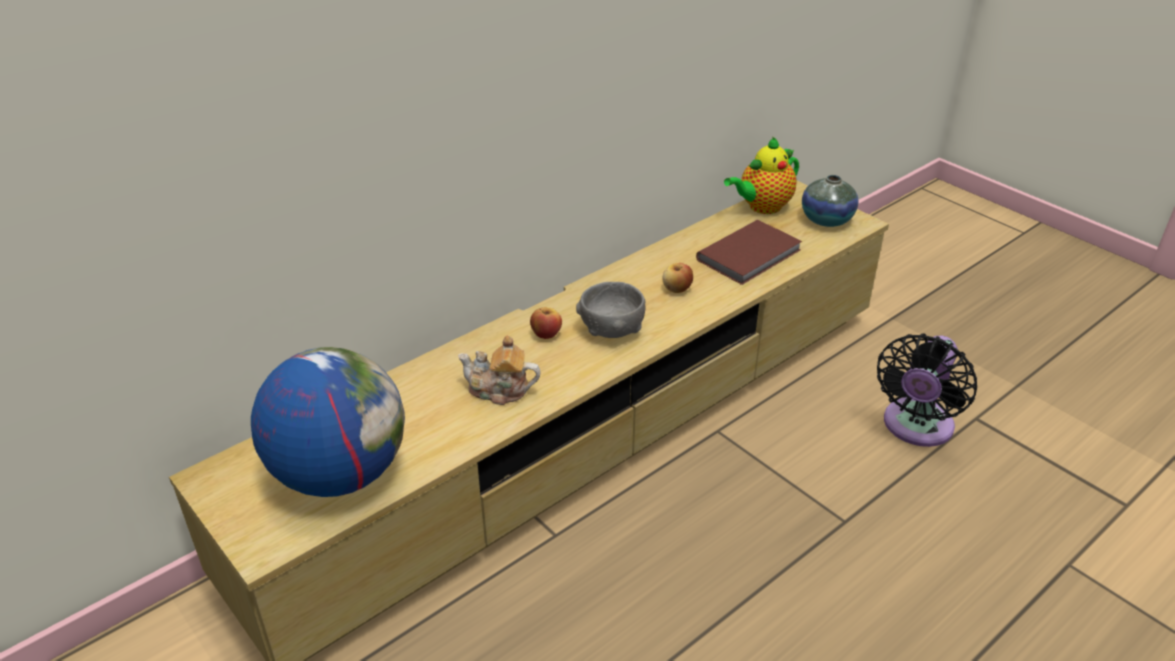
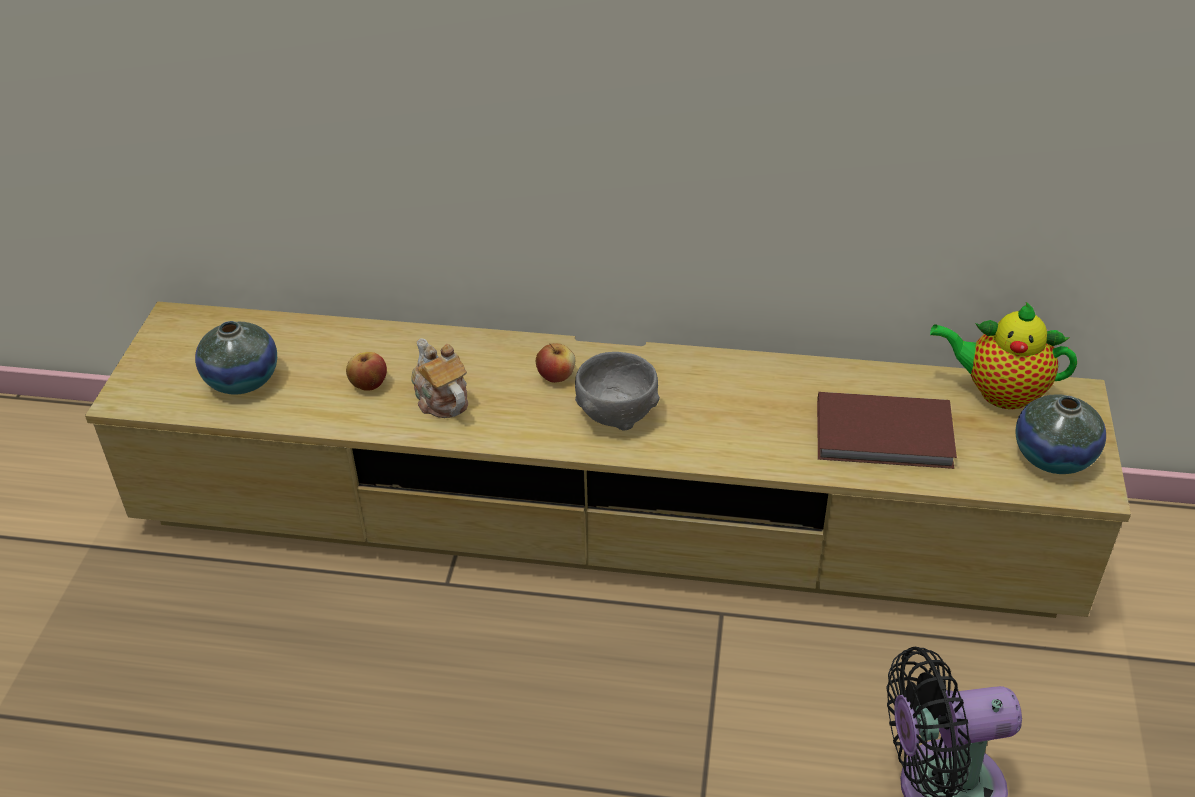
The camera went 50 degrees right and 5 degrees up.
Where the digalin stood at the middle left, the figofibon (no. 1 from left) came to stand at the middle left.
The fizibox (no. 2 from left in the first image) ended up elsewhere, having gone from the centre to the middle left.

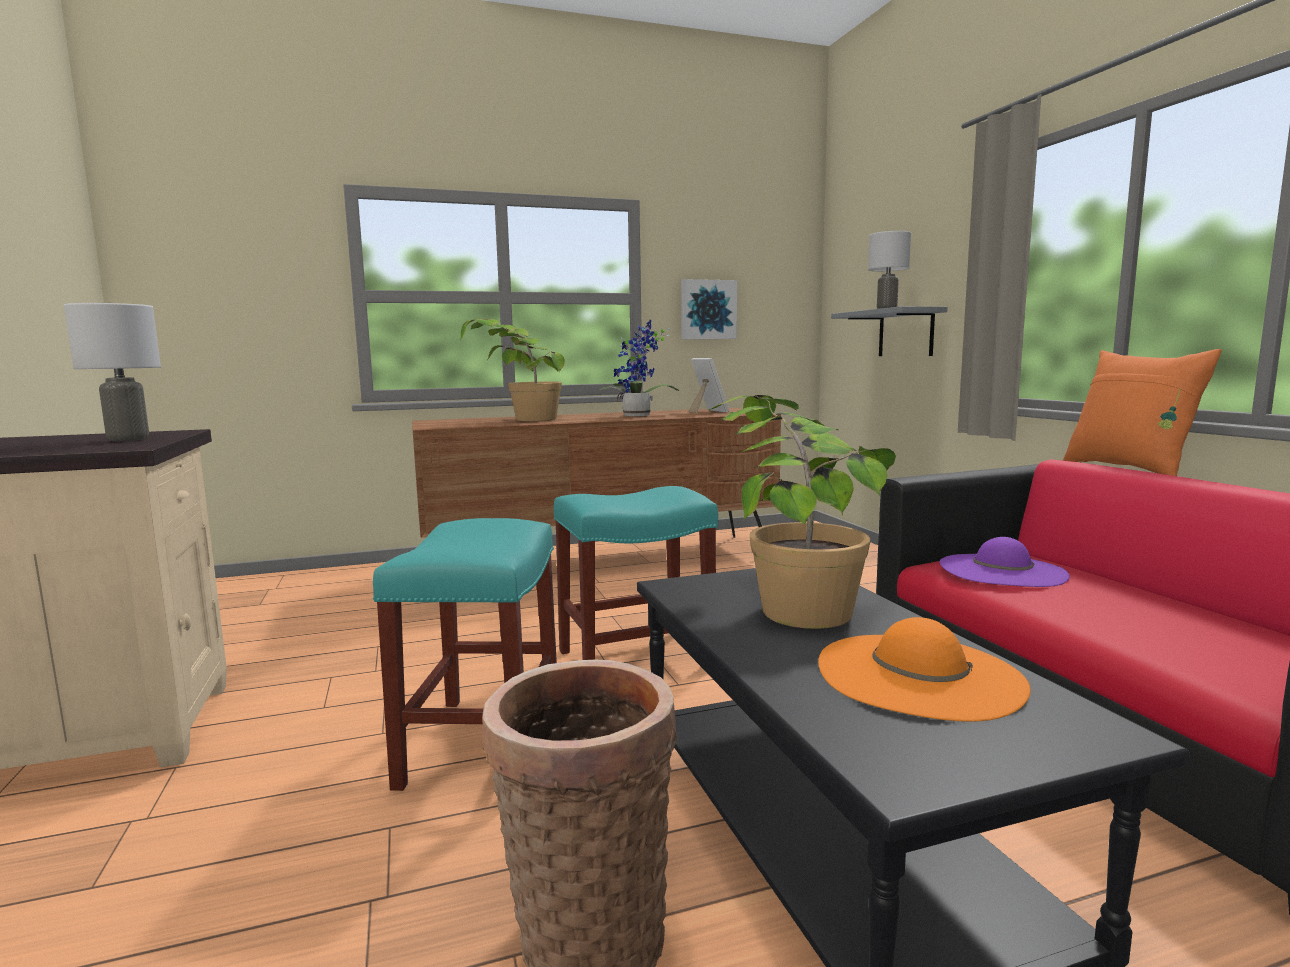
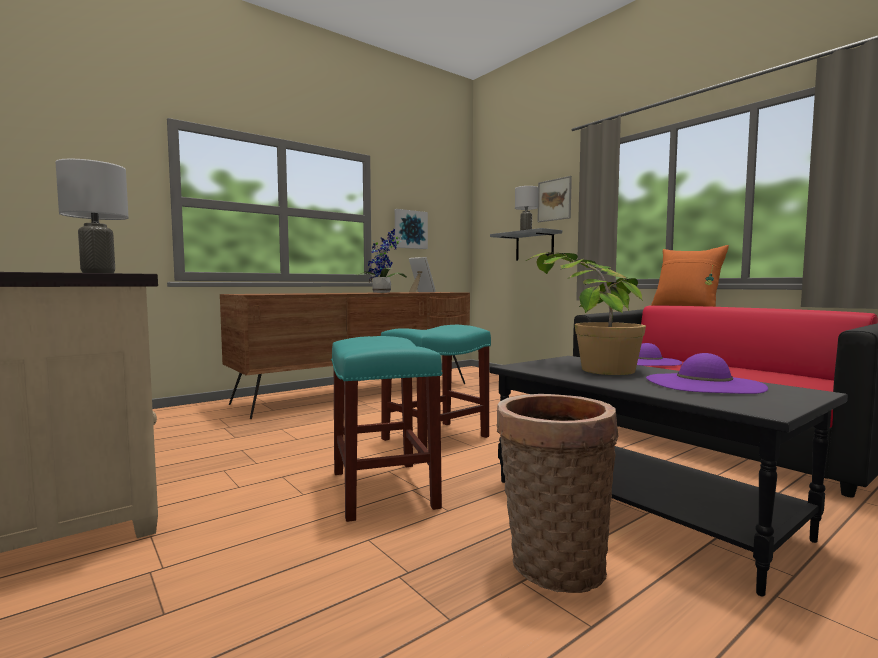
The camera went 20 degrees left and 5 degrees down.
The second view gained the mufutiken (no. 2 from left) at the top centre.
What was the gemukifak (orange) at the bottom right turned into the gemukifak (purple) (no. 2 from left) at the middle right.
The second view lost the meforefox (no. 1 from left) at the centre.

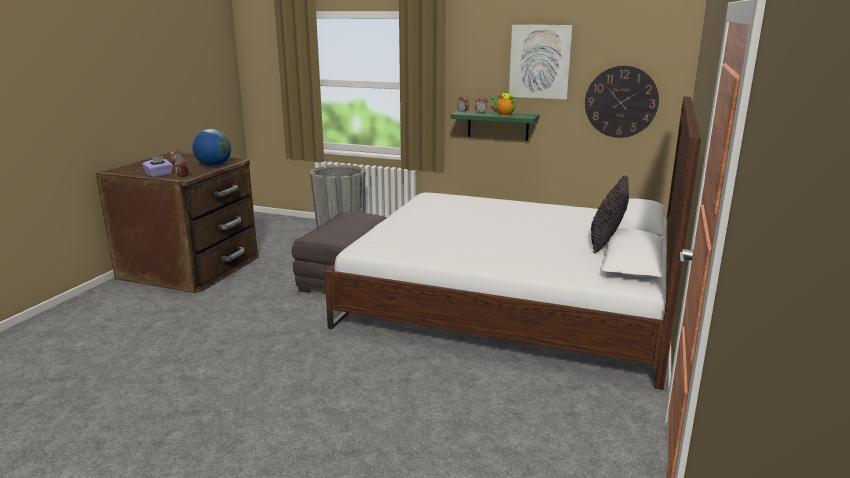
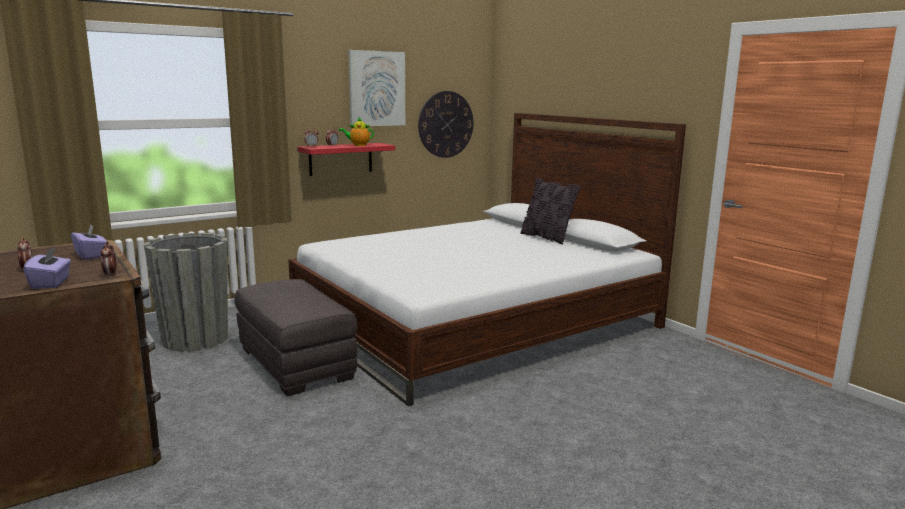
The camera went 55 degrees left and 5 degrees down.
Where the digalin stood at the top left, the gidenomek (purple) (no. 2 from left) came to stand at the middle left.
What was the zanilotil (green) at the top centre turned into the zanilotil (red) at the top centre.

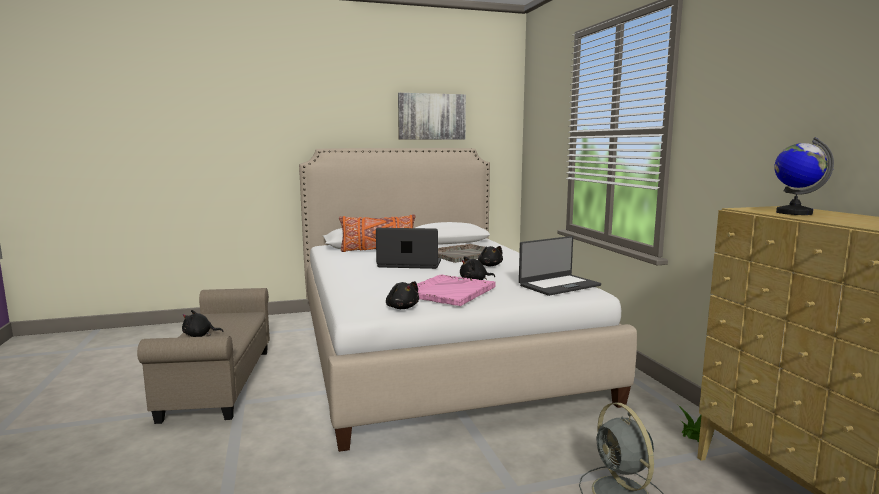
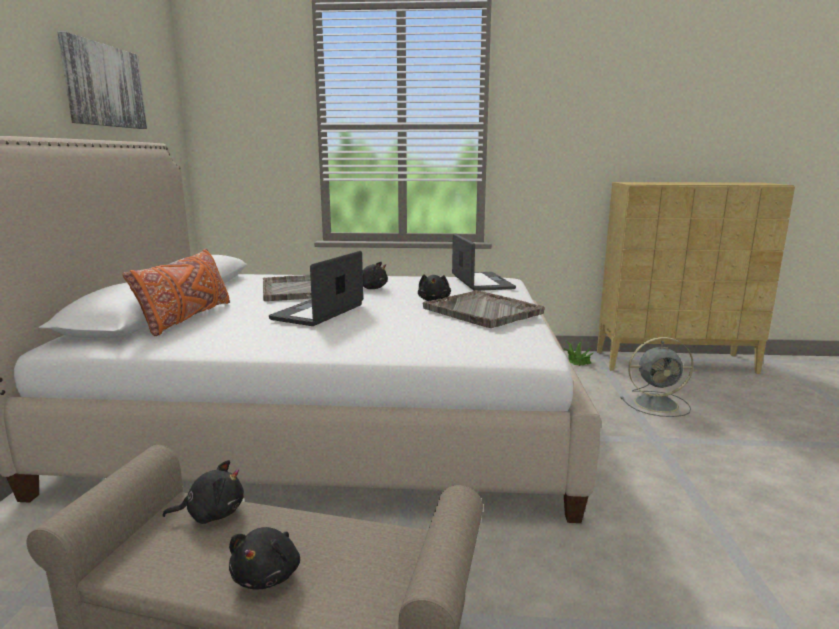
The camera went 70 degrees left and 5 degrees up.
The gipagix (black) (no. 2 from left in the first image) ended up elsewhere, having gone from the centre to the bottom left.
What was the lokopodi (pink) at the centre turned into the lokopodi (grey) (no. 2 from left) at the centre.
The second view lost the digalin at the middle right.

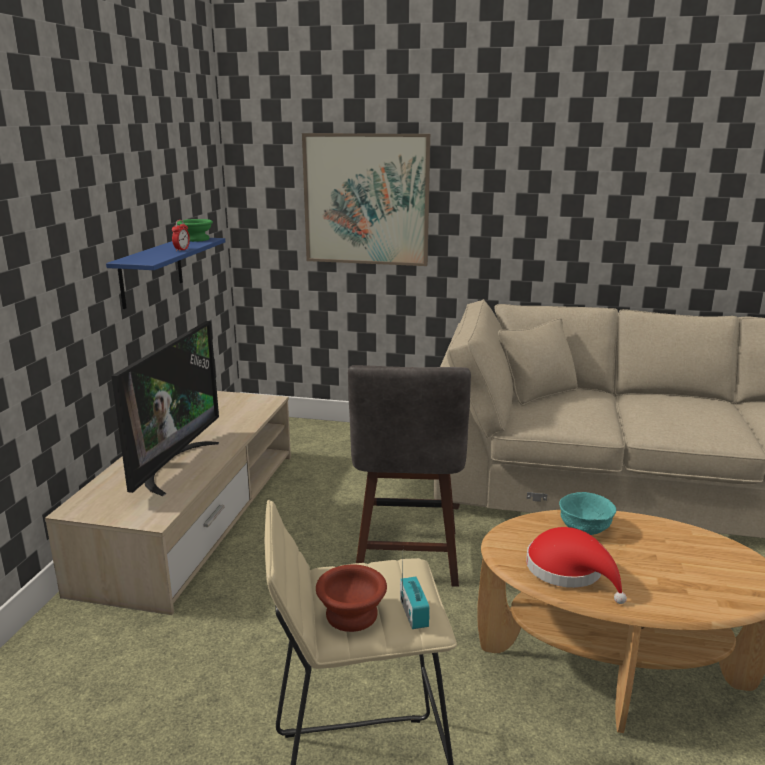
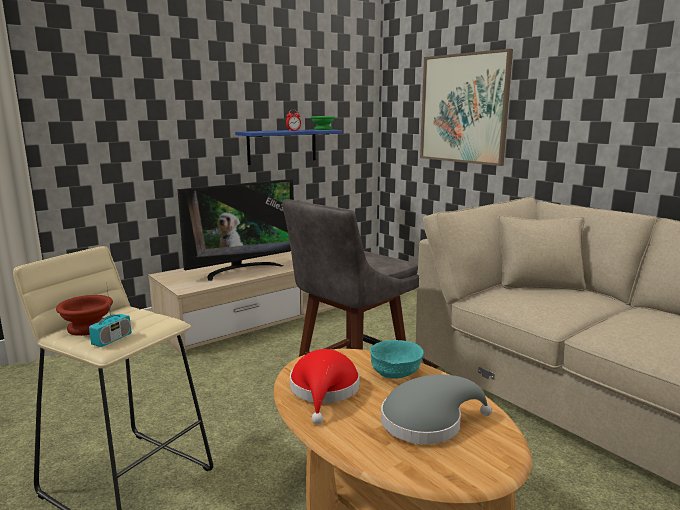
The camera went 40 degrees right and 5 degrees down.
The second view gained the gemukifak (grey) at the bottom centre.

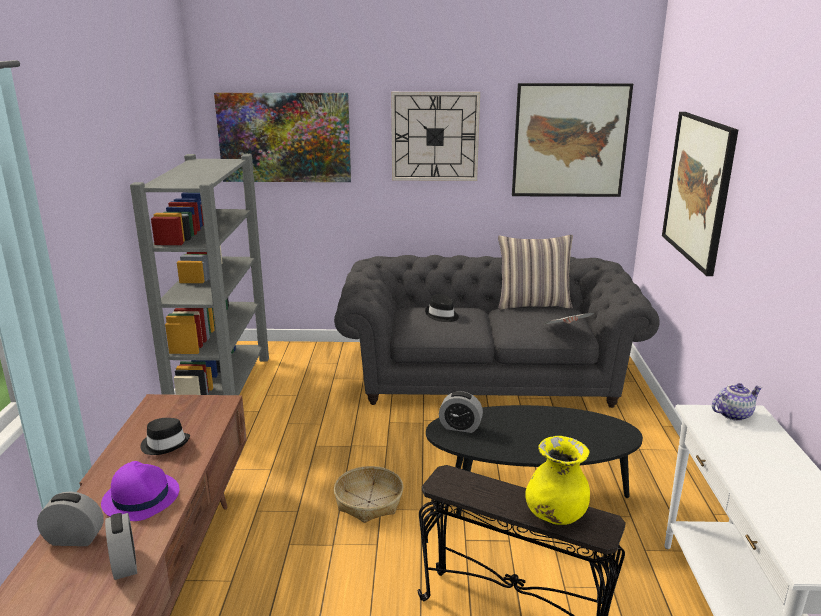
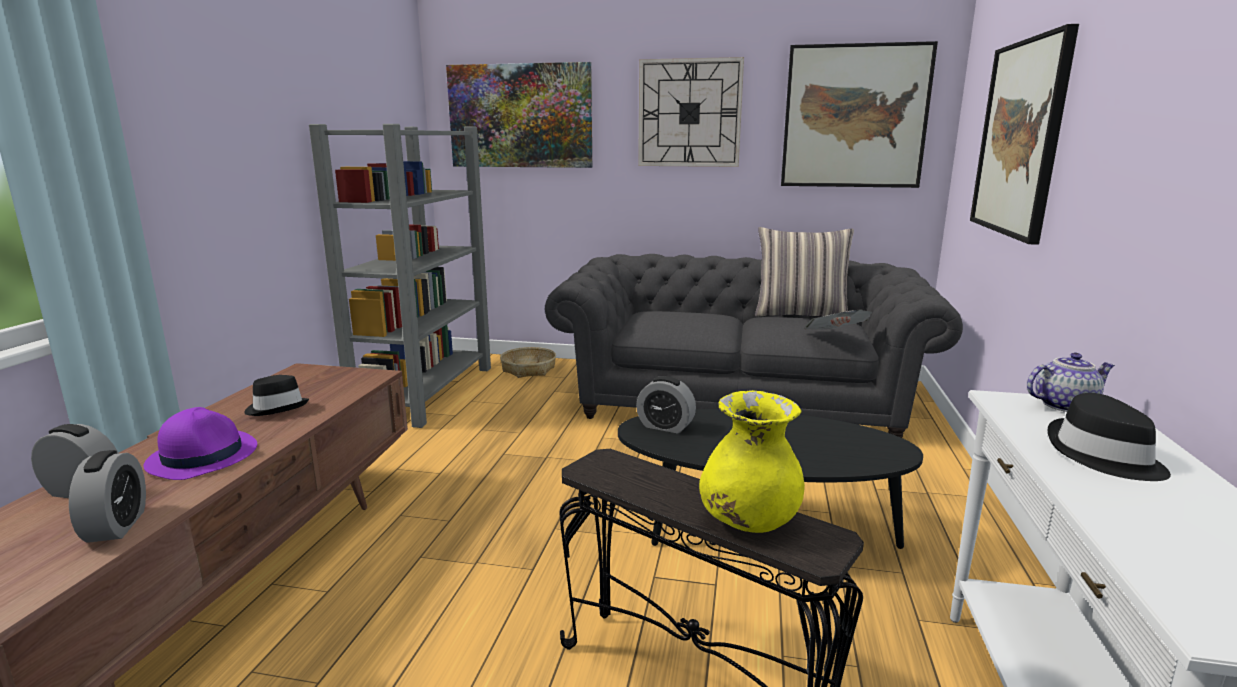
The camera went 10 degrees right and 5 degrees down.
The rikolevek ended up elsewhere, having gone from the bottom centre to the centre.
The gemukifak (black) (no. 2 from left) ended up elsewhere, having gone from the centre to the middle right.

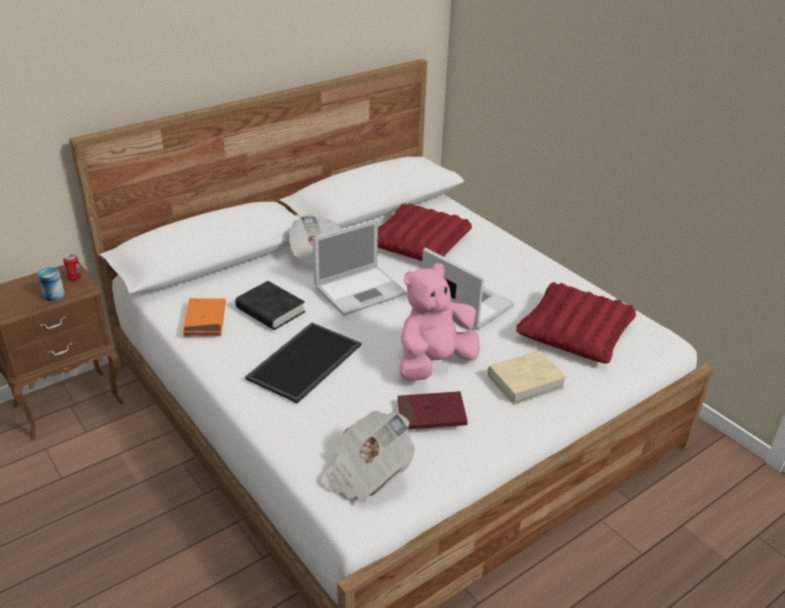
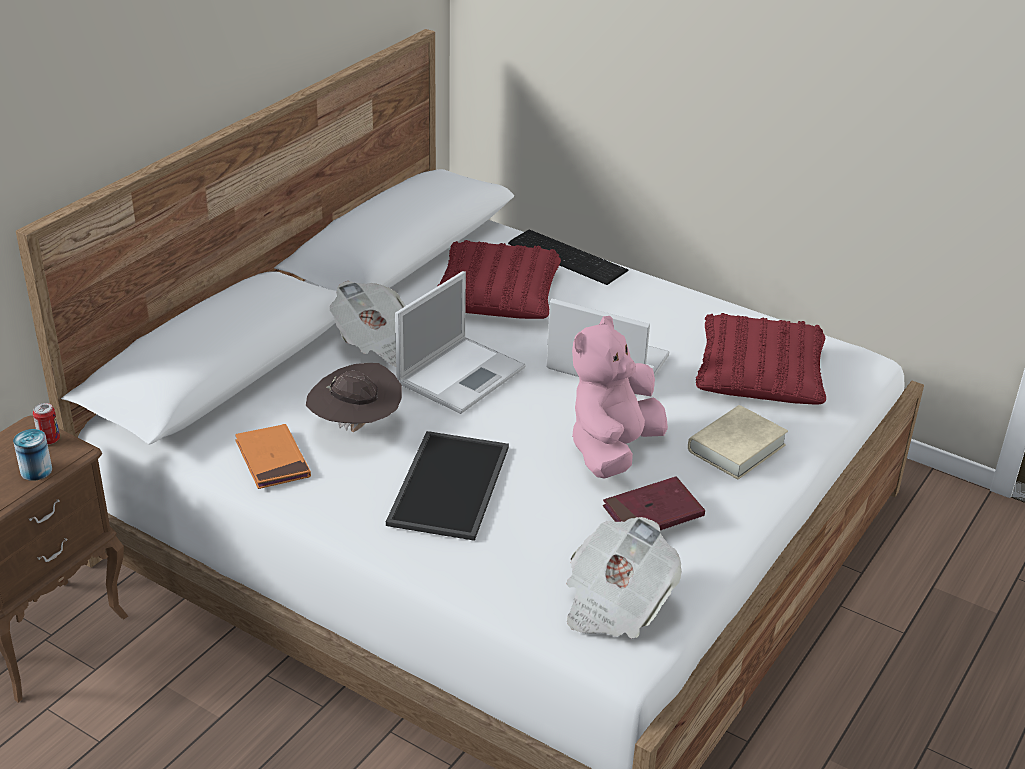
The camera went 20 degrees left and 0 degrees up.
Where the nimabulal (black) stood at the centre, the gemukifak (brown) came to stand at the centre.
The second view gained the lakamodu at the centre.

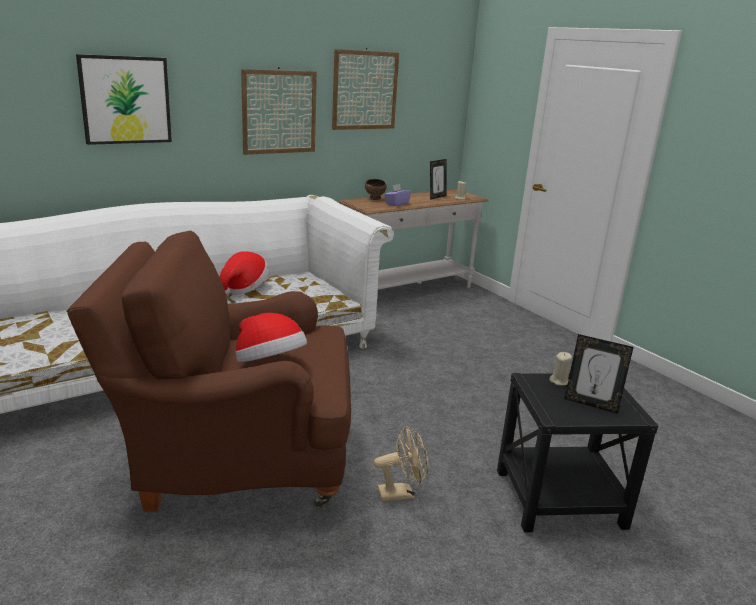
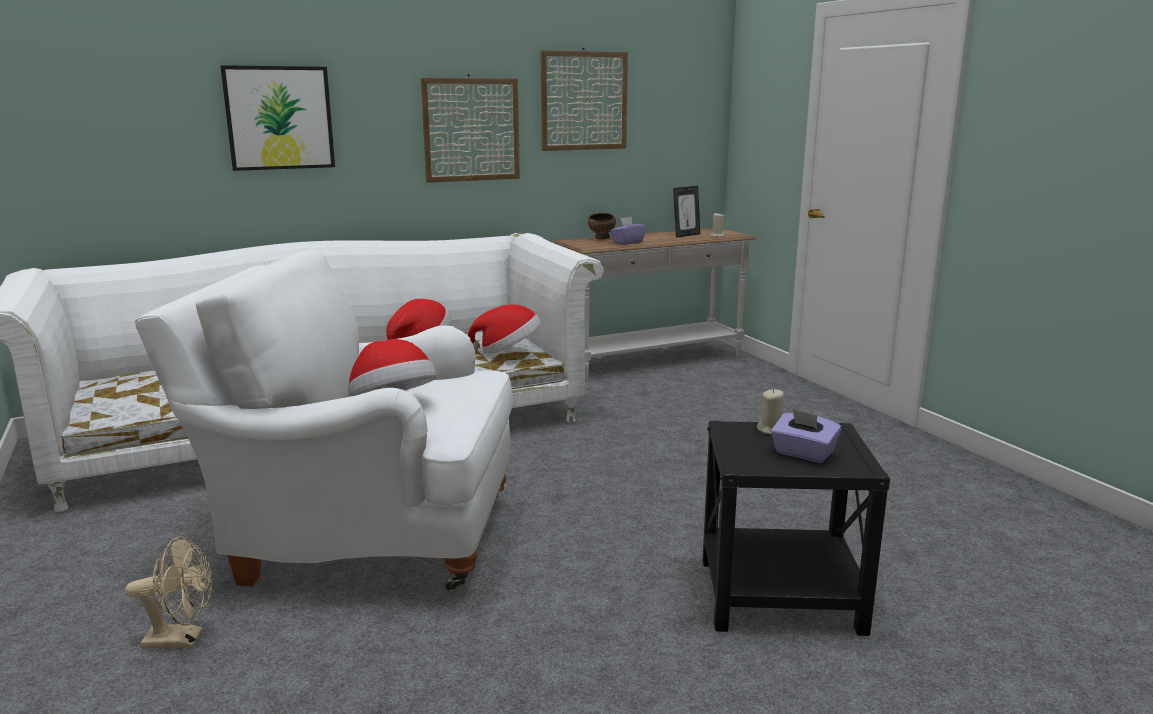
The camera went 10 degrees right and 5 degrees down.
The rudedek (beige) ended up elsewhere, having gone from the bottom centre to the bottom left.
What was the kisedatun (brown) at the middle left turned into the kisedatun (white) at the middle left.
The second view gained the gemukifak (no. 3 from left) at the centre.
Where the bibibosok (no. 2 from left) stood at the middle right, the gidenomek (purple) (no. 2 from left) came to stand at the middle right.

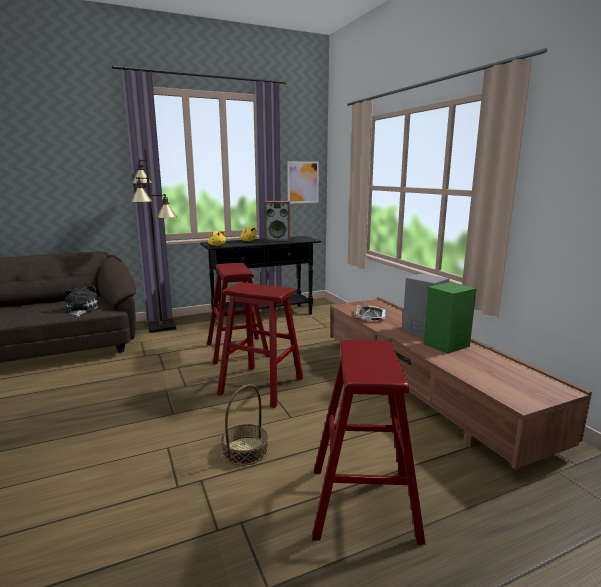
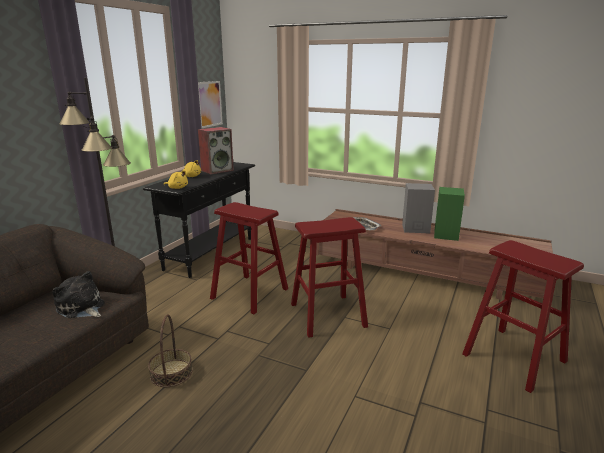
The camera went 40 degrees left and 5 degrees up.
The rikolevek ended up elsewhere, having gone from the bottom centre to the bottom left.

